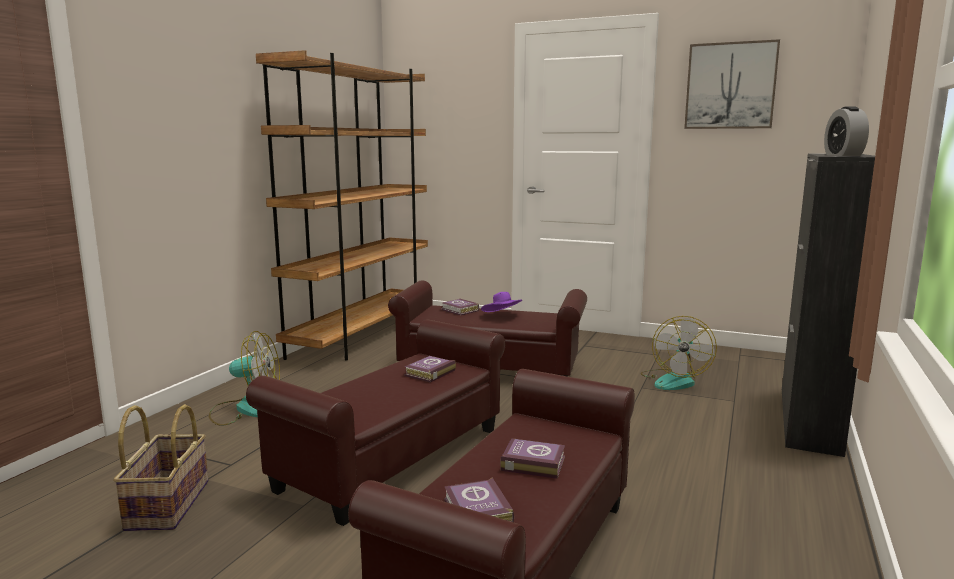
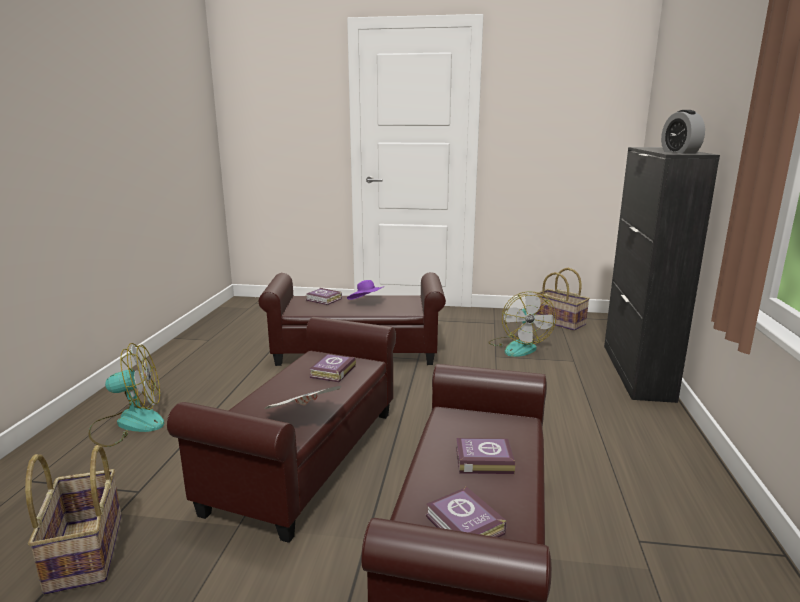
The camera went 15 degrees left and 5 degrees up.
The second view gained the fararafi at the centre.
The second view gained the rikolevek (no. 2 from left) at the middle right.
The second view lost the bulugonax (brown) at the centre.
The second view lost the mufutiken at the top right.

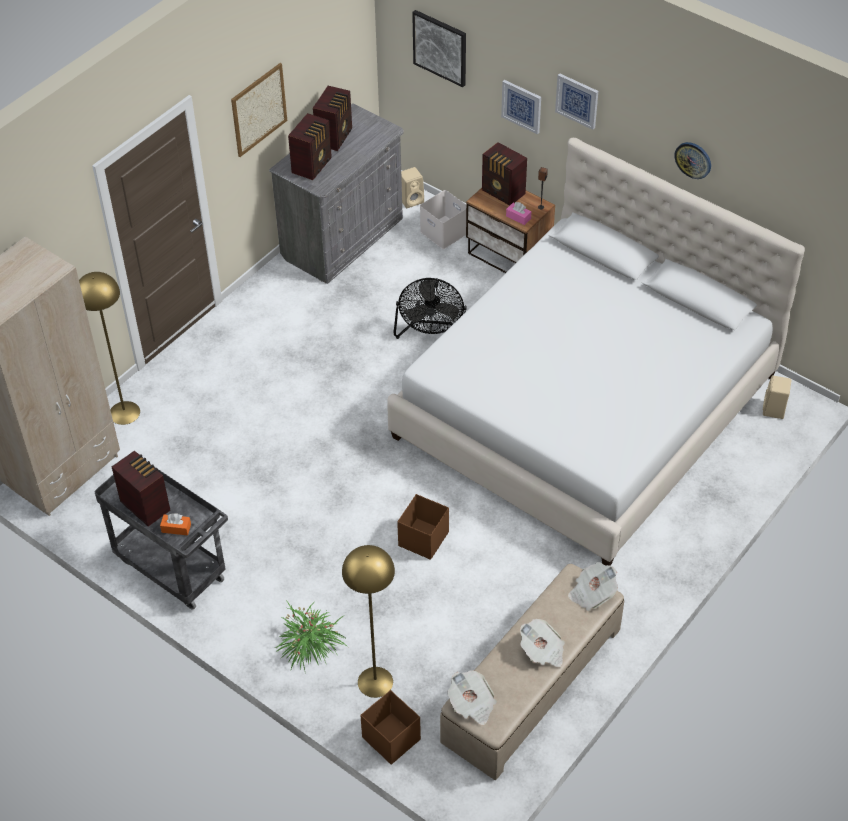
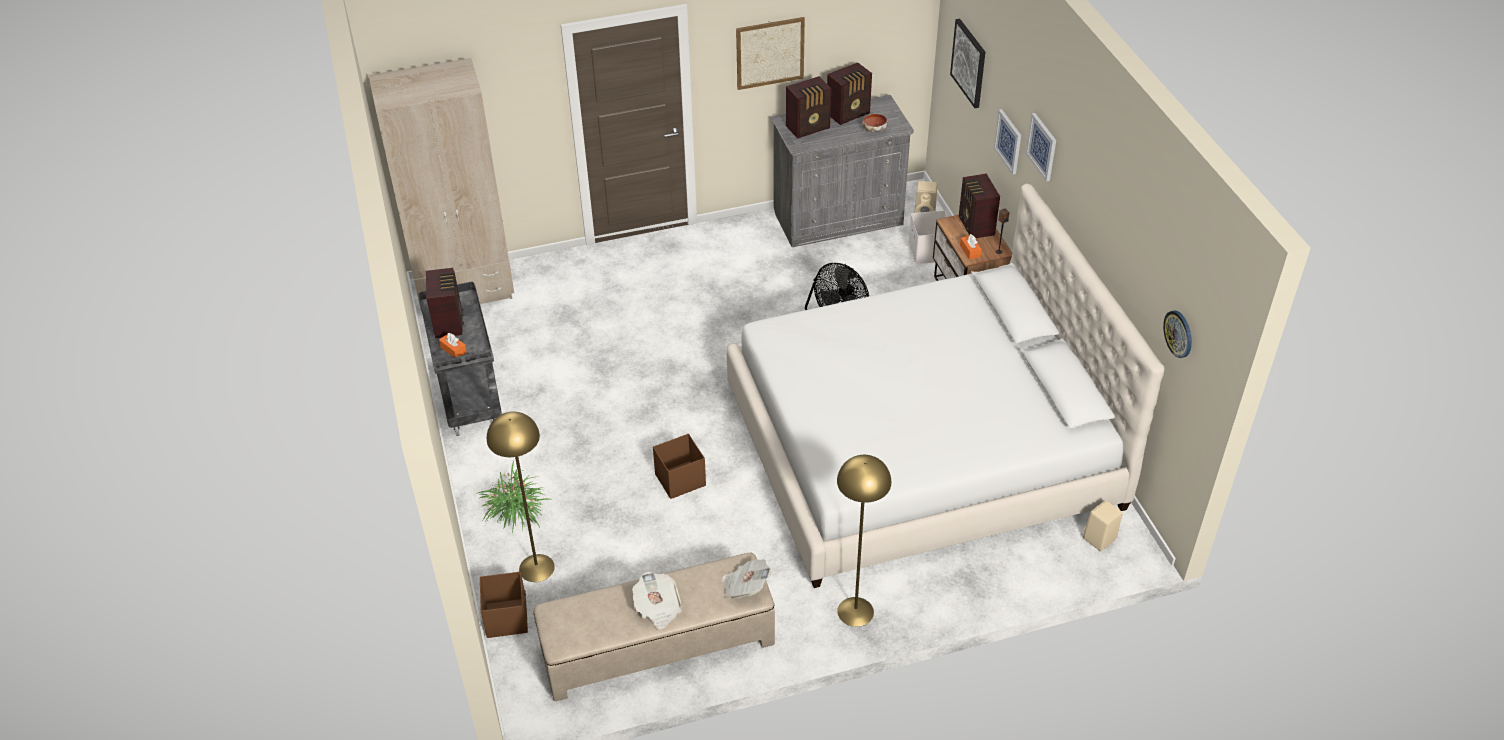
The camera went 35 degrees right and 5 degrees down.
The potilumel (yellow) (no. 1 from left in the first image) ended up elsewhere, having gone from the middle left to the bottom centre.
The second view gained the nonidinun at the top centre.
What was the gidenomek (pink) at the top centre turned into the gidenomek (orange) (no. 2 from left) at the centre.
The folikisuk ended up elsewhere, having gone from the top right to the middle right.
The second view lost the fararafi (no. 1 from left) at the bottom centre.

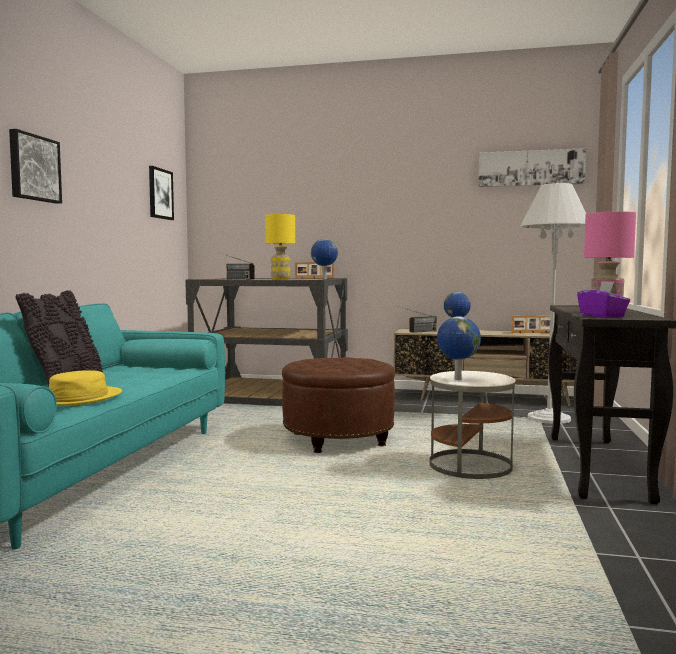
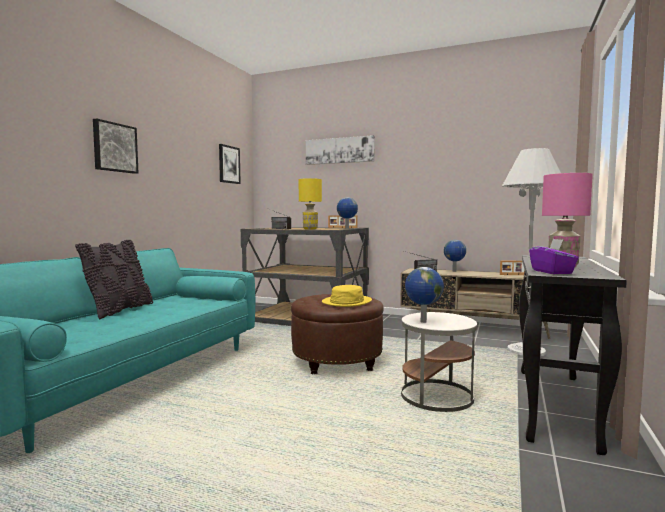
The camera went 10 degrees right and 0 degrees up.
The mufutiken (no. 3 from left) ended up elsewhere, having gone from the top right to the top centre.
The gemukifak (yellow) ended up elsewhere, having gone from the middle left to the centre.

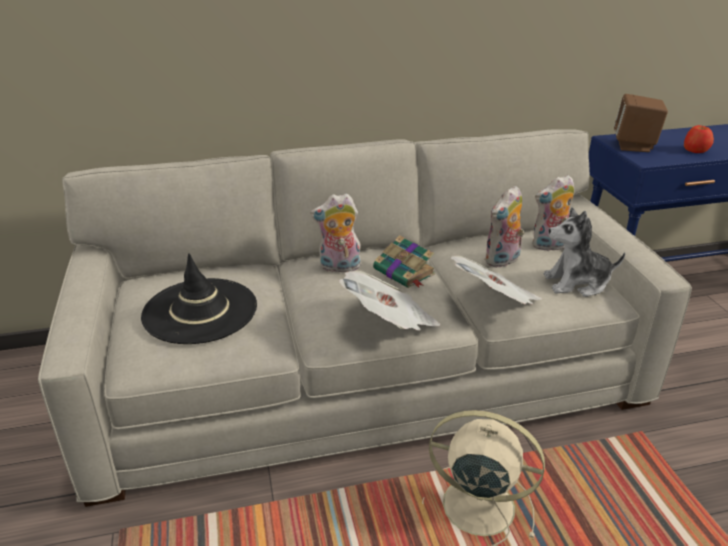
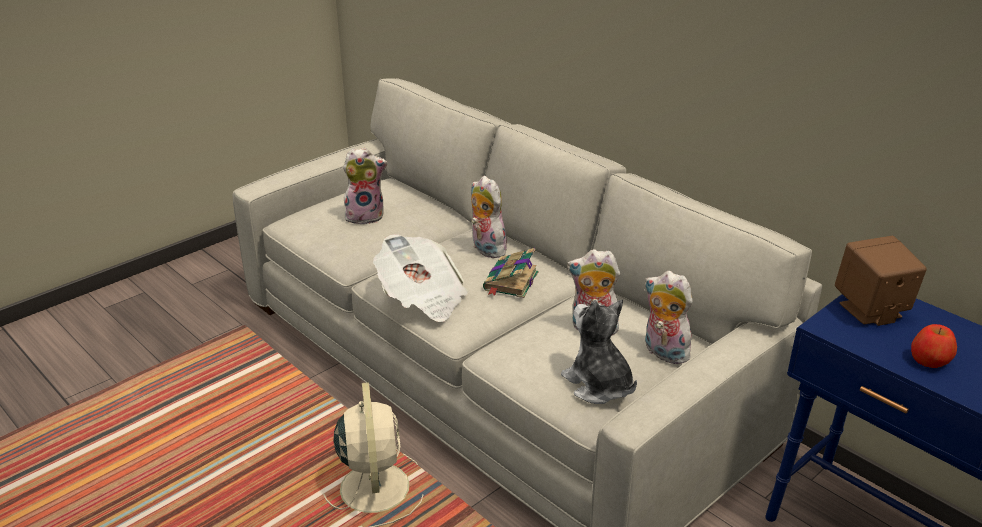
The camera went 60 degrees right and 0 degrees up.
Where the gemukifak (black) stood at the middle left, the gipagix (no. 1 from left) came to stand at the centre.
The second view lost the fararafi (no. 2 from left) at the middle right.

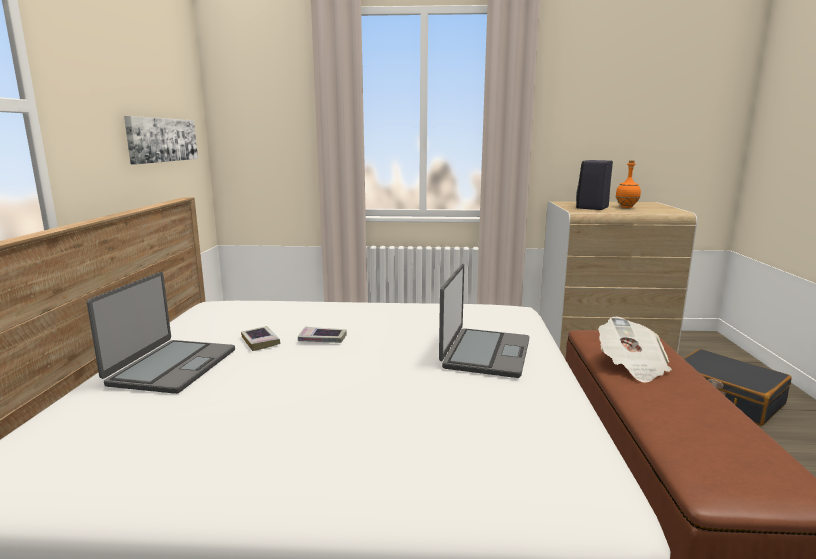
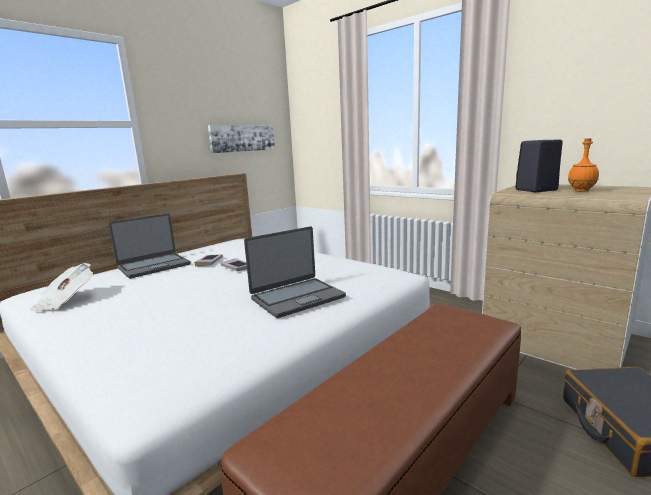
The camera went 40 degrees right and 0 degrees up.
The fararafi ended up elsewhere, having gone from the middle right to the middle left.

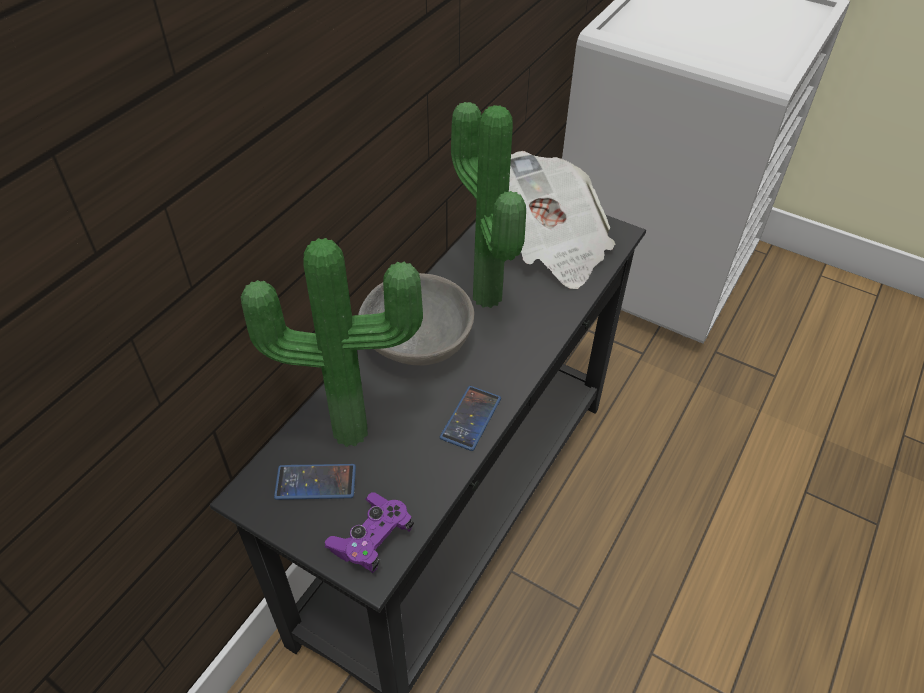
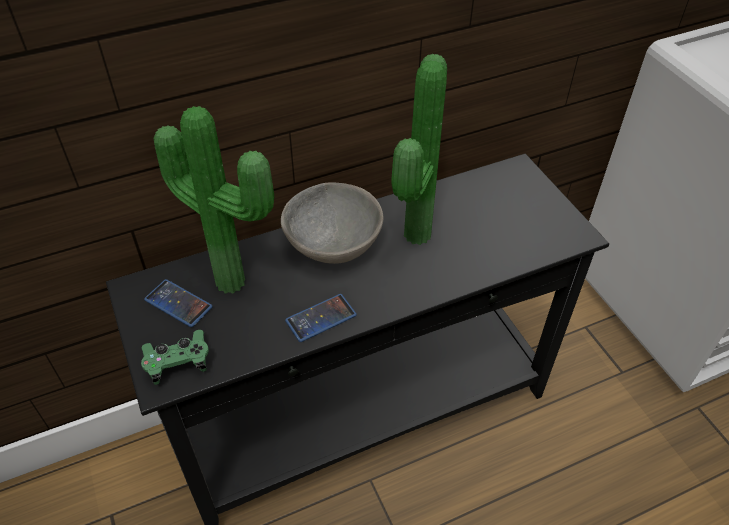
The camera went 35 degrees right and 0 degrees up.
What was the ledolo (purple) at the bottom centre turned into the ledolo (green) at the bottom left.
The second view lost the fararafi at the top centre.

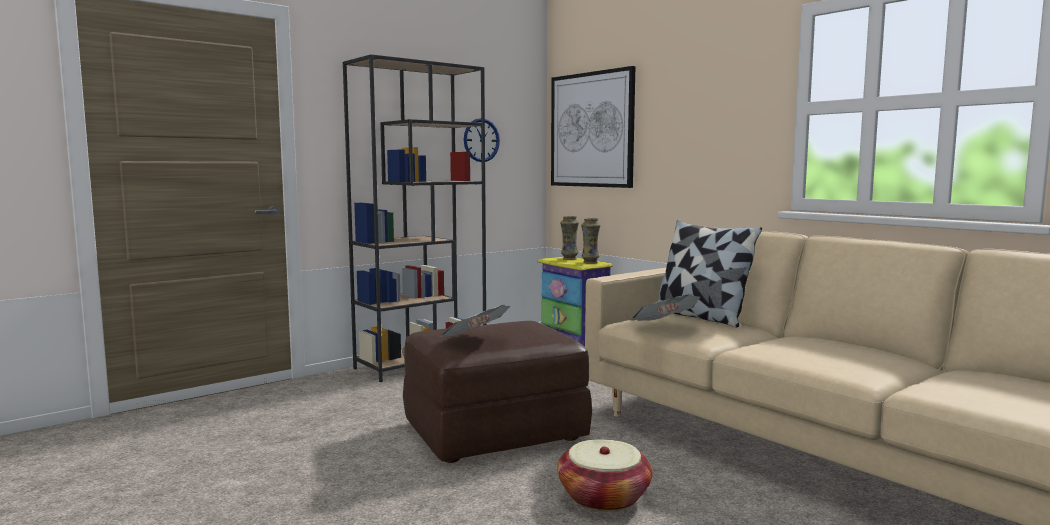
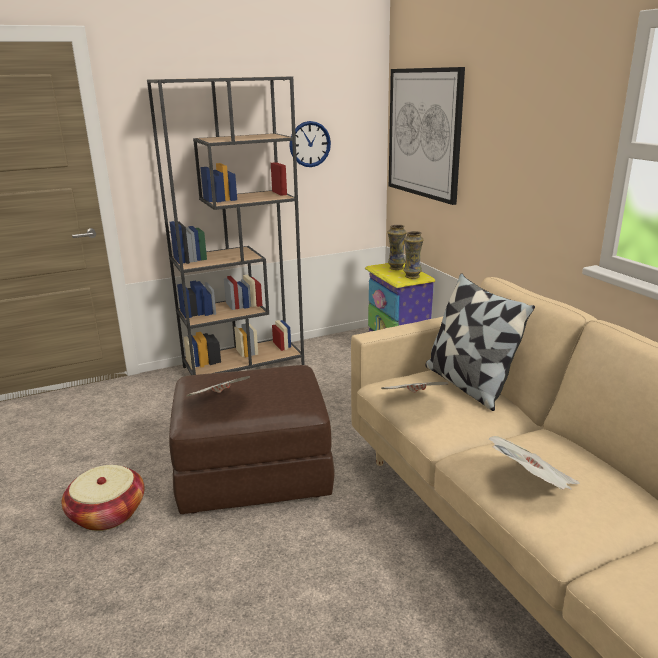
The camera went 15 degrees right and 15 degrees up.
The rikolevek ended up elsewhere, having gone from the bottom centre to the bottom left.
The second view gained the fararafi (no. 3 from left) at the bottom right.

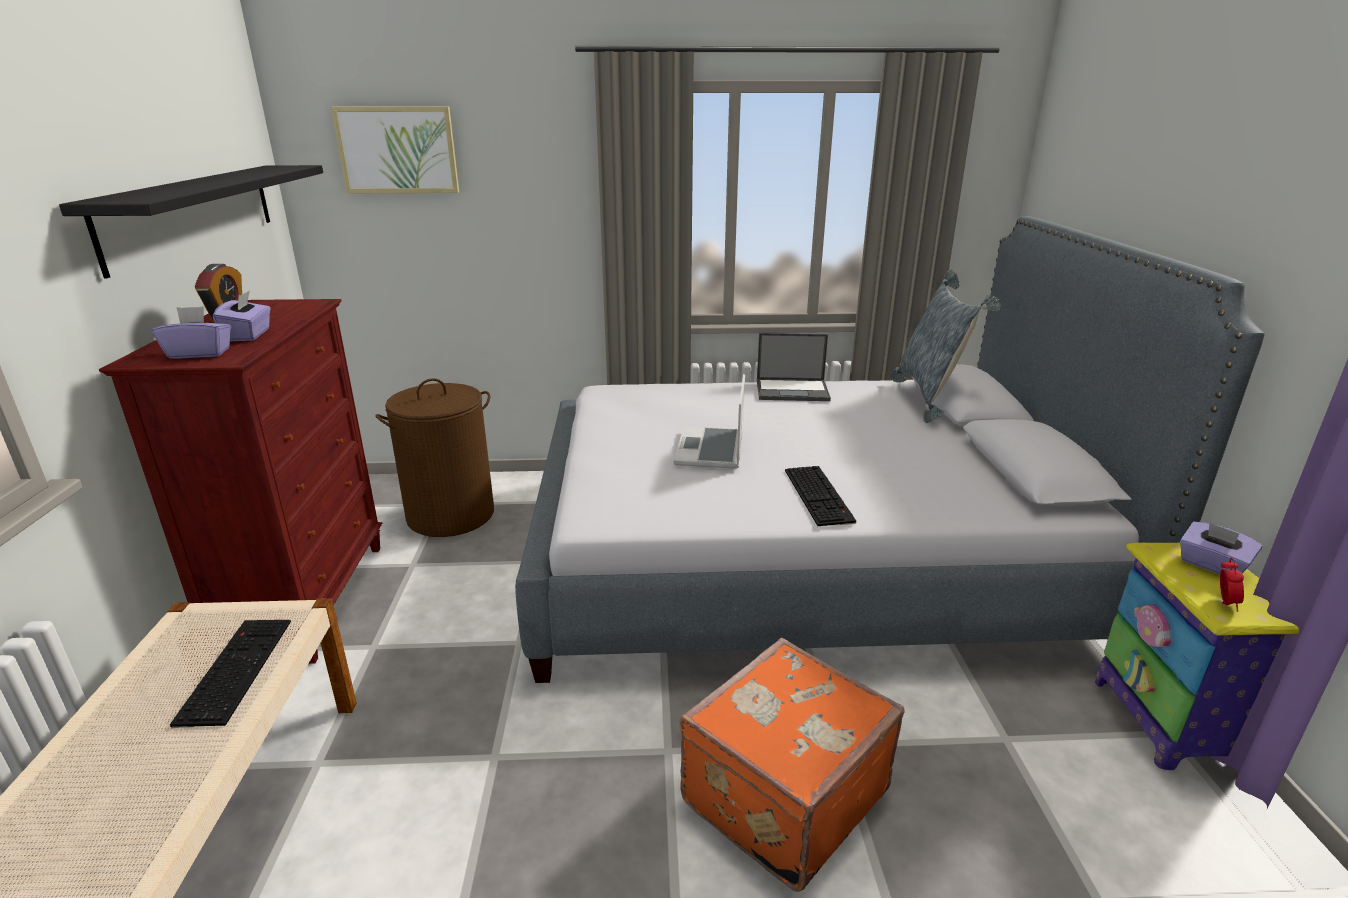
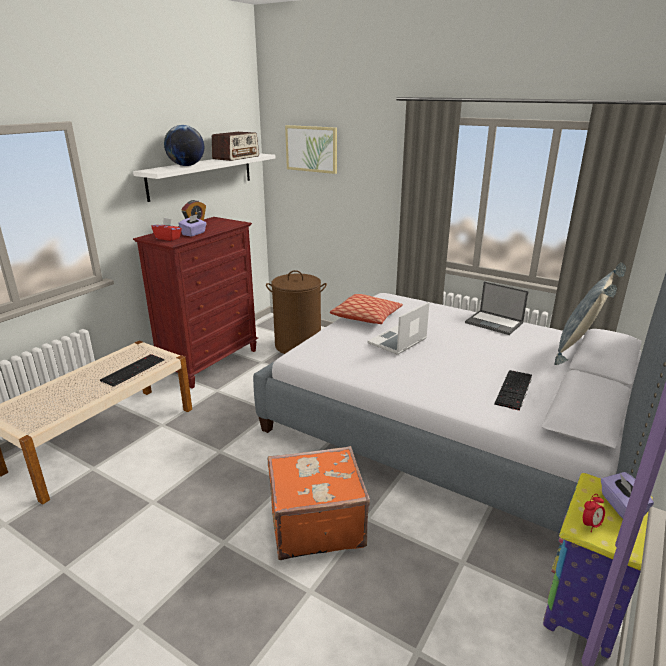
The camera went 35 degrees right and 0 degrees up.
What was the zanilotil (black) at the top left turned into the zanilotil (white) at the top left.
What was the gidenomek (purple) (no. 1 from left) at the middle left turned into the gidenomek (red) at the middle left.
The second view gained the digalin at the top left.
The second view gained the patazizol at the top centre.
The second view gained the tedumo (no. 1 from left) at the centre.
The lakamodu (no. 2 from left) ended up elsewhere, having gone from the centre to the middle right.

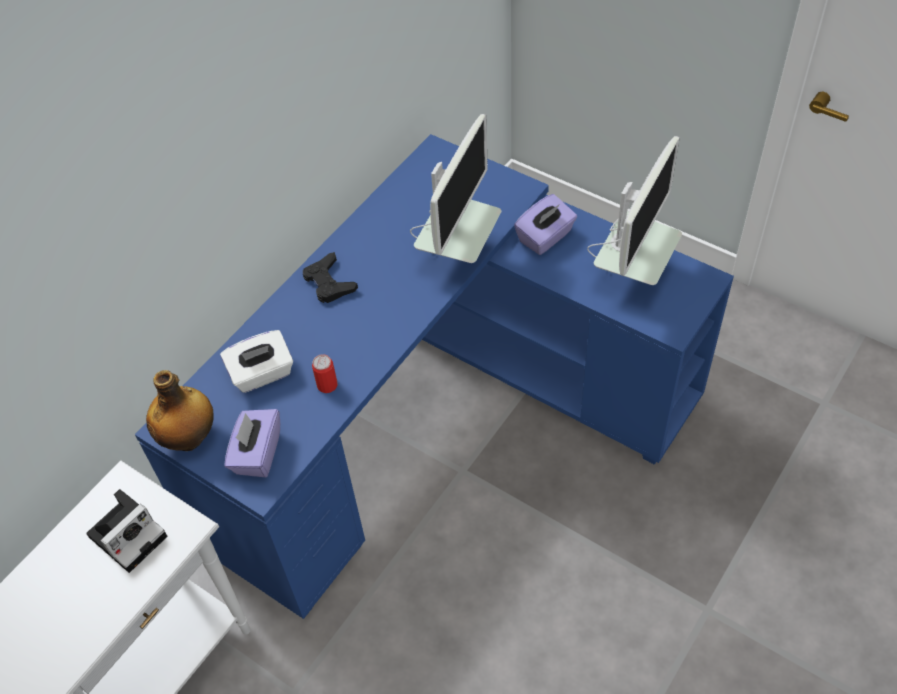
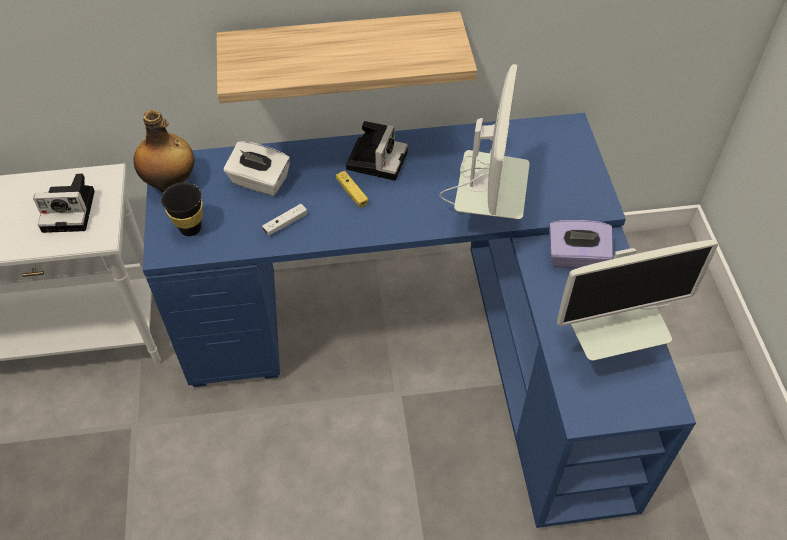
The camera went 45 degrees right and 0 degrees up.
Where the gidenomek (purple) (no. 1 from left) stood at the middle left, the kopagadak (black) came to stand at the middle left.
The second view gained the zanilotil at the top centre.
Where the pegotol stood at the centre, the ledolo (white) came to stand at the centre.
The second view gained the ledolo (yellow) at the centre.
Where the ledolo (black) stood at the centre, the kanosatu (no. 2 from left) came to stand at the top centre.
The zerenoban (no. 1 from left) at the top centre ended up facing another way, 60 degrees counterclockwise from before.

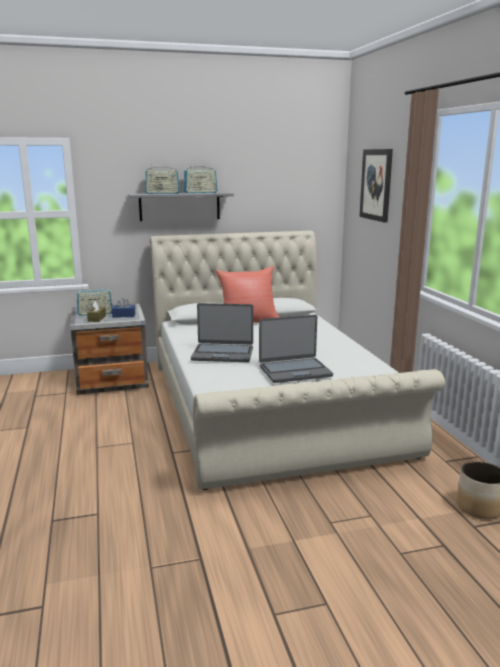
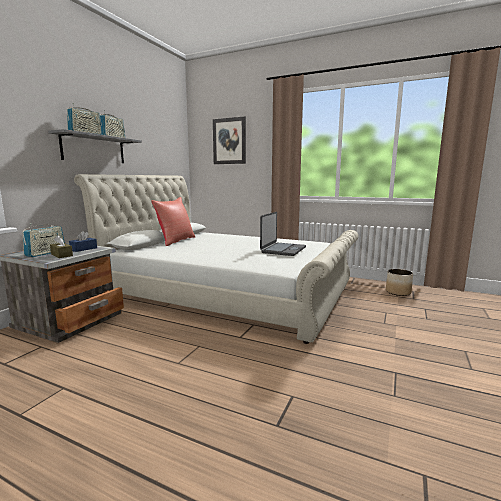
The camera went 50 degrees left and 5 degrees down.
The second view lost the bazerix (no. 1 from left) at the centre.

